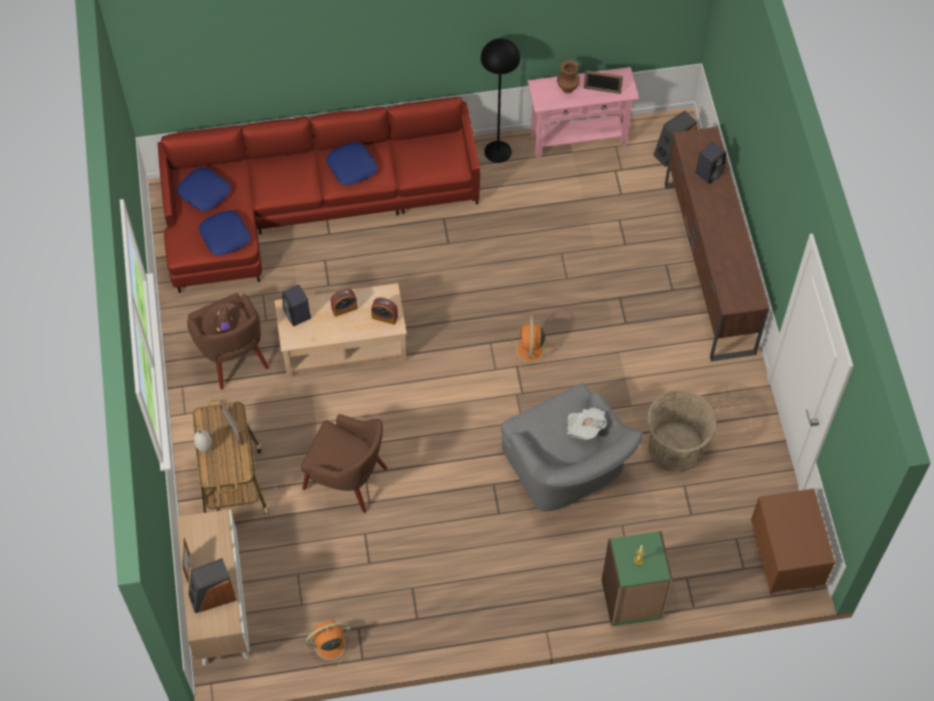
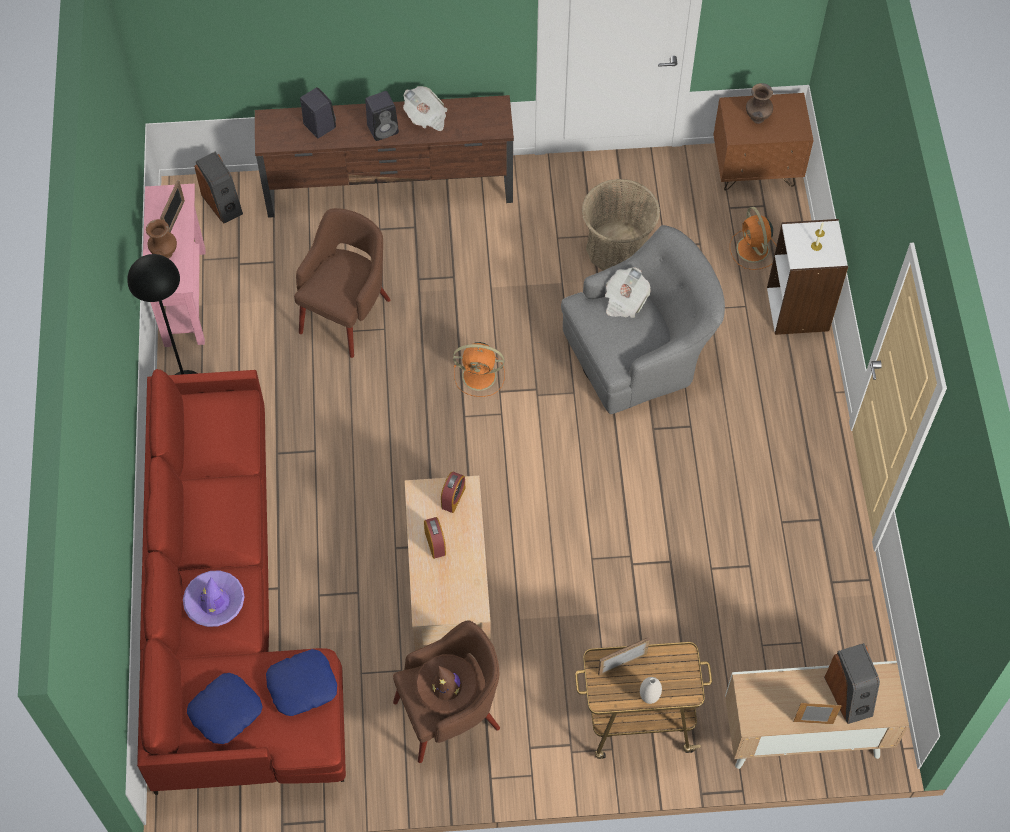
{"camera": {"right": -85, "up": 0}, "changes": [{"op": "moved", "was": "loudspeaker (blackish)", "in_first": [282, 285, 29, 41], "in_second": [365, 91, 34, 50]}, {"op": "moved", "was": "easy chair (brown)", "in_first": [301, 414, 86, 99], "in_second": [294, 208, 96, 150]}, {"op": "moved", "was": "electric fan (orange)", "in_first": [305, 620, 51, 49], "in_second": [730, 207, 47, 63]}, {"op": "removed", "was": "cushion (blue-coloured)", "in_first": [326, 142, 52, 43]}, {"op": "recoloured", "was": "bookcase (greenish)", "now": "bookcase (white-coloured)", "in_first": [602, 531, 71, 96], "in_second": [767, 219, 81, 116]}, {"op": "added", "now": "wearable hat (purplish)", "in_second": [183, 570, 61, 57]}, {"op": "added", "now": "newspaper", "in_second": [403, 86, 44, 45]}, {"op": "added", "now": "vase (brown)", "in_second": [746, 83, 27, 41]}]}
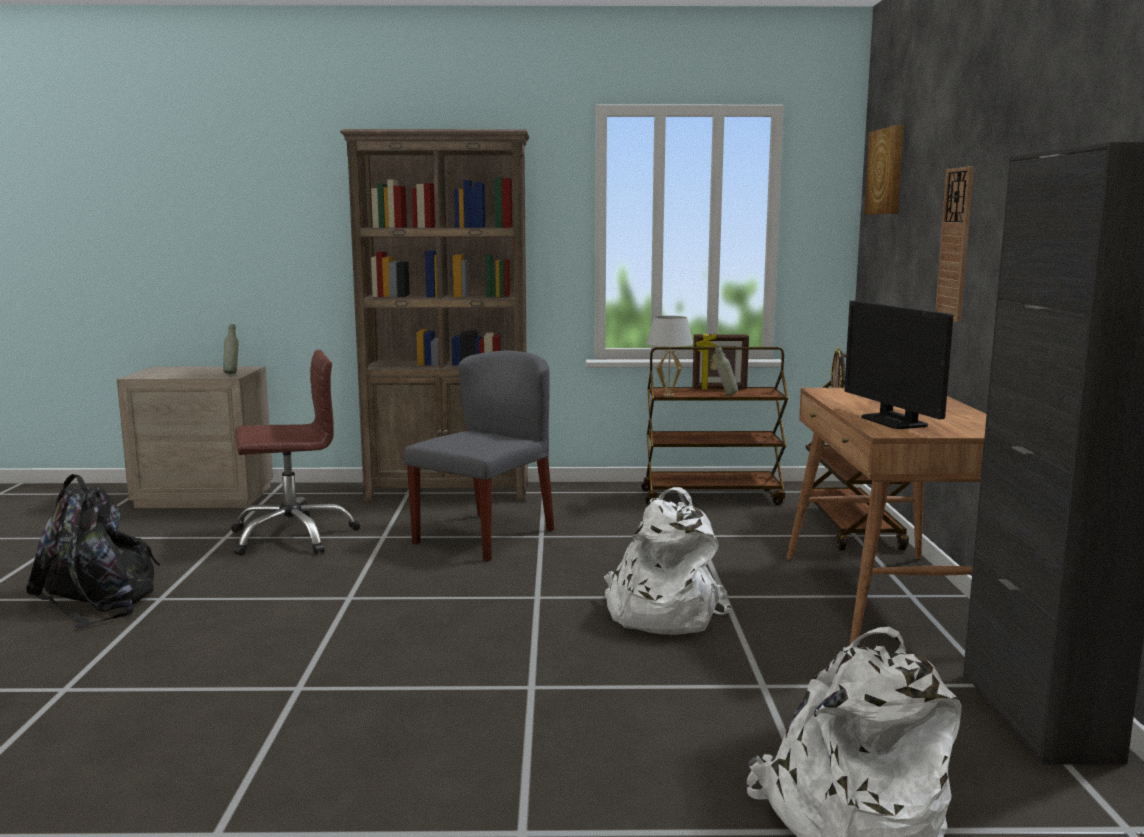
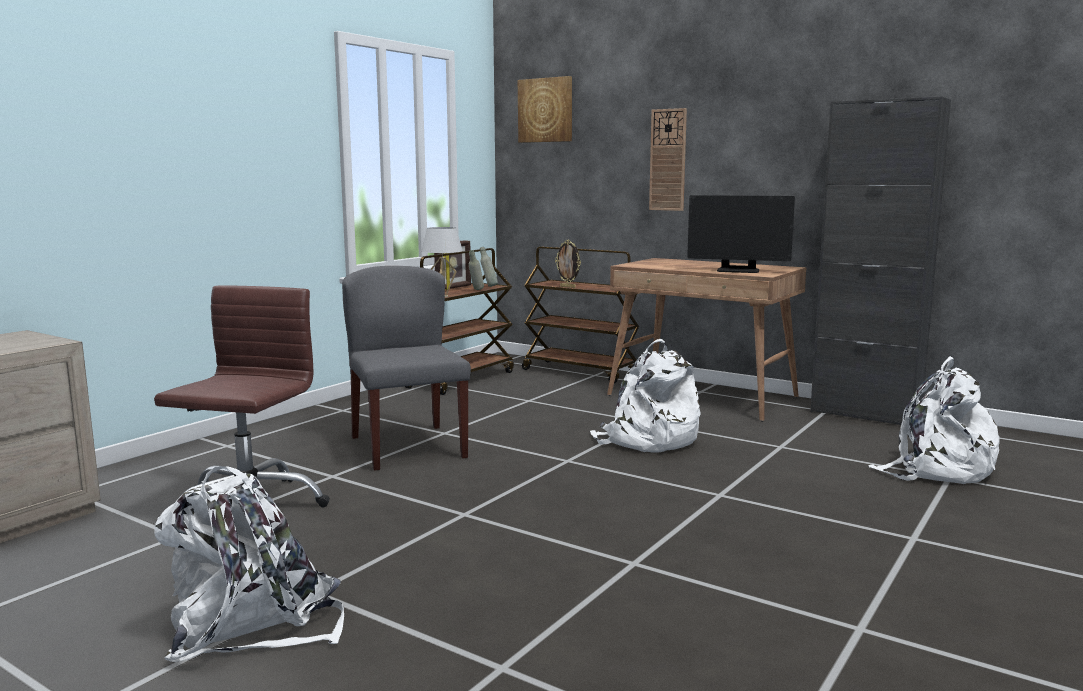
{"camera": {"right": -55, "up": 0}, "changes": [{"op": "recoloured", "was": "rucksack (blackish)", "now": "rucksack (white-coloured)", "in_first": [26, 474, 134, 154], "in_second": [154, 467, 190, 196]}, {"op": "moved", "was": "beverage bottle (greyish)", "in_first": [223, 324, 16, 50], "in_second": [480, 247, 18, 40]}, {"op": "removed", "was": "bookcase (brown)", "in_first": [340, 129, 190, 373]}]}
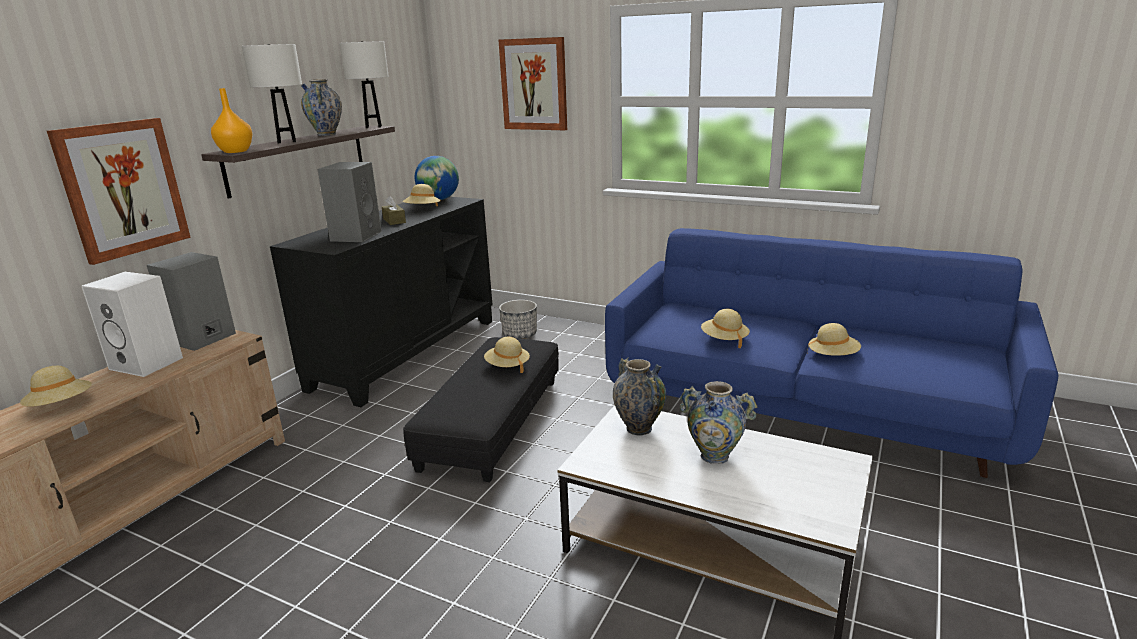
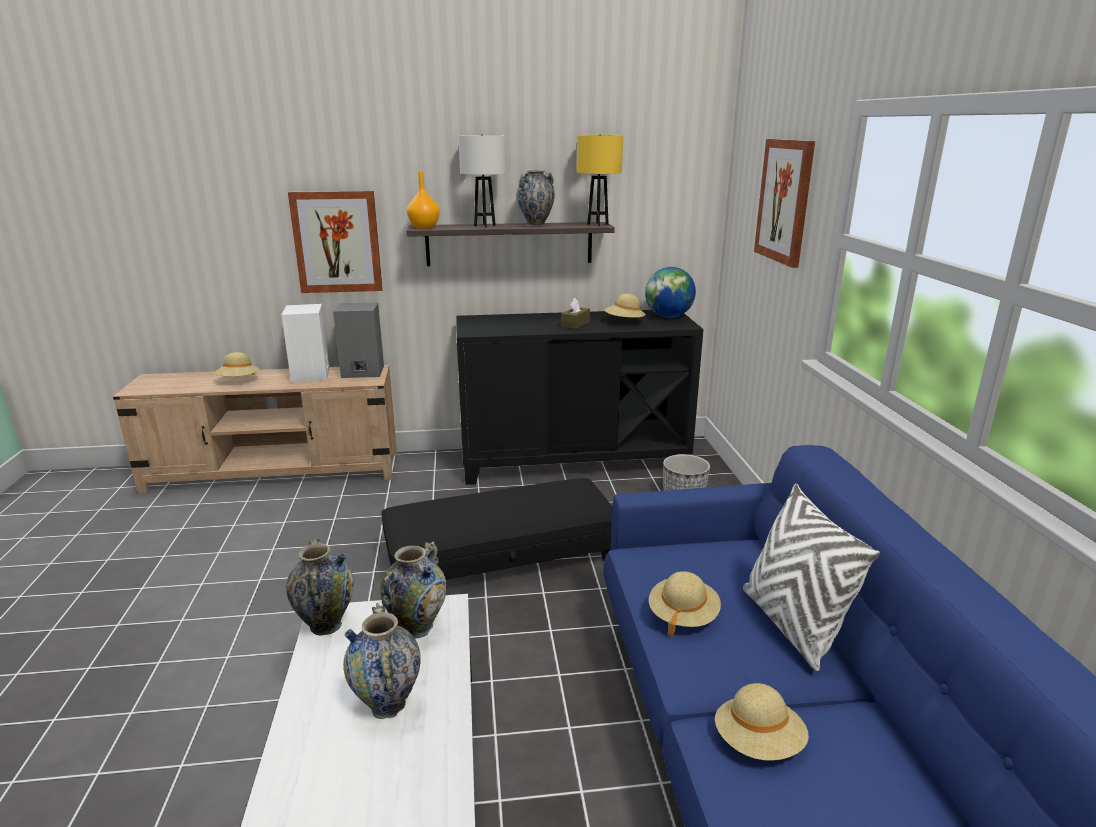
{"camera": {"right": 55, "up": 0}, "changes": [{"op": "removed", "was": "loudspeaker (greyish)", "in_first": [317, 162, 65, 80]}, {"op": "recoloured", "was": "tabletop lamp (white-coloured)", "now": "tabletop lamp (yellowish)", "in_first": [339, 41, 50, 87], "in_second": [577, 134, 46, 92]}, {"op": "removed", "was": "wearable hat (beige)", "in_first": [484, 337, 46, 36]}, {"op": "added", "now": "vase", "in_second": [286, 538, 68, 98]}, {"op": "added", "now": "cushion (white-coloured)", "in_second": [743, 483, 137, 188]}]}
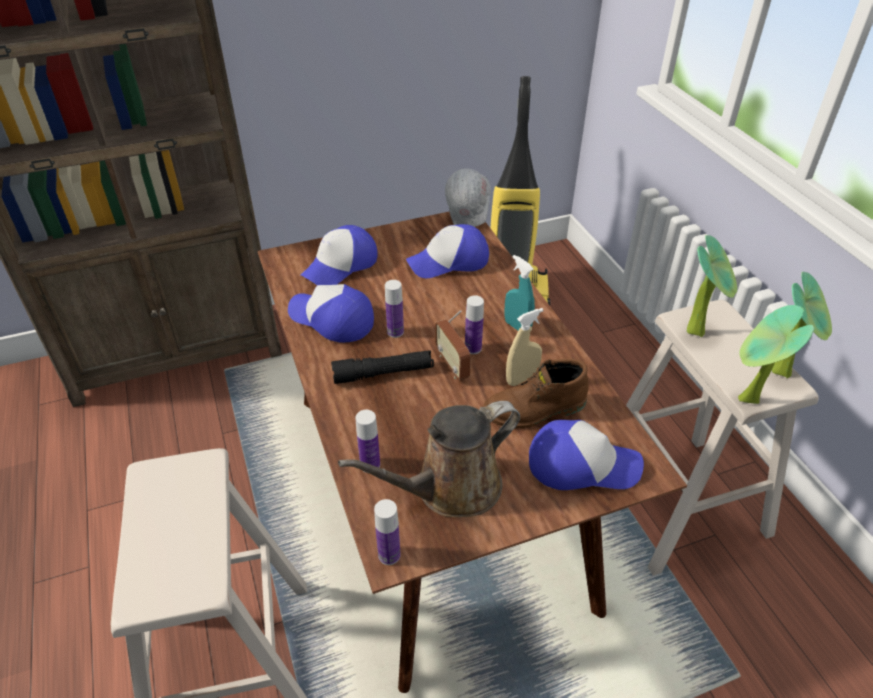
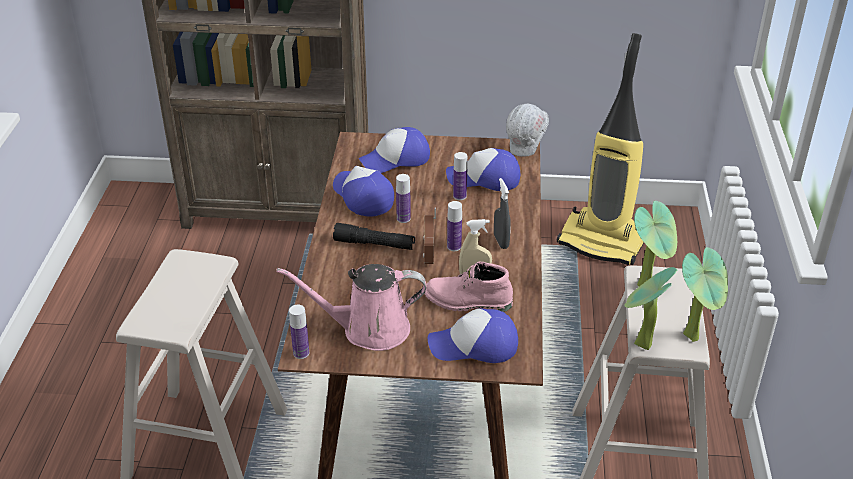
{"camera": {"right": 25, "up": -5}, "changes": [{"op": "recoloured", "was": "sprinkling can (brown)", "now": "sprinkling can (pinkish)", "in_first": [338, 401, 182, 116], "in_second": [276, 264, 150, 87]}, {"op": "moved", "was": "beverage bottle", "in_first": [355, 410, 25, 63], "in_second": [453, 152, 14, 48]}, {"op": "recoloured", "was": "tall boot (brown)", "now": "tall boot (pinkish)", "in_first": [483, 359, 106, 70], "in_second": [424, 262, 89, 50]}, {"op": "recoloured", "was": "hand sprayer (turquoise)", "now": "hand sprayer (greyish)", "in_first": [504, 255, 31, 75], "in_second": [494, 178, 17, 71]}, {"op": "turned", "was": "baseball cap", "in_first": [529, 420, 115, 70], "in_second": [428, 308, 90, 55], "clockwise": 150}]}
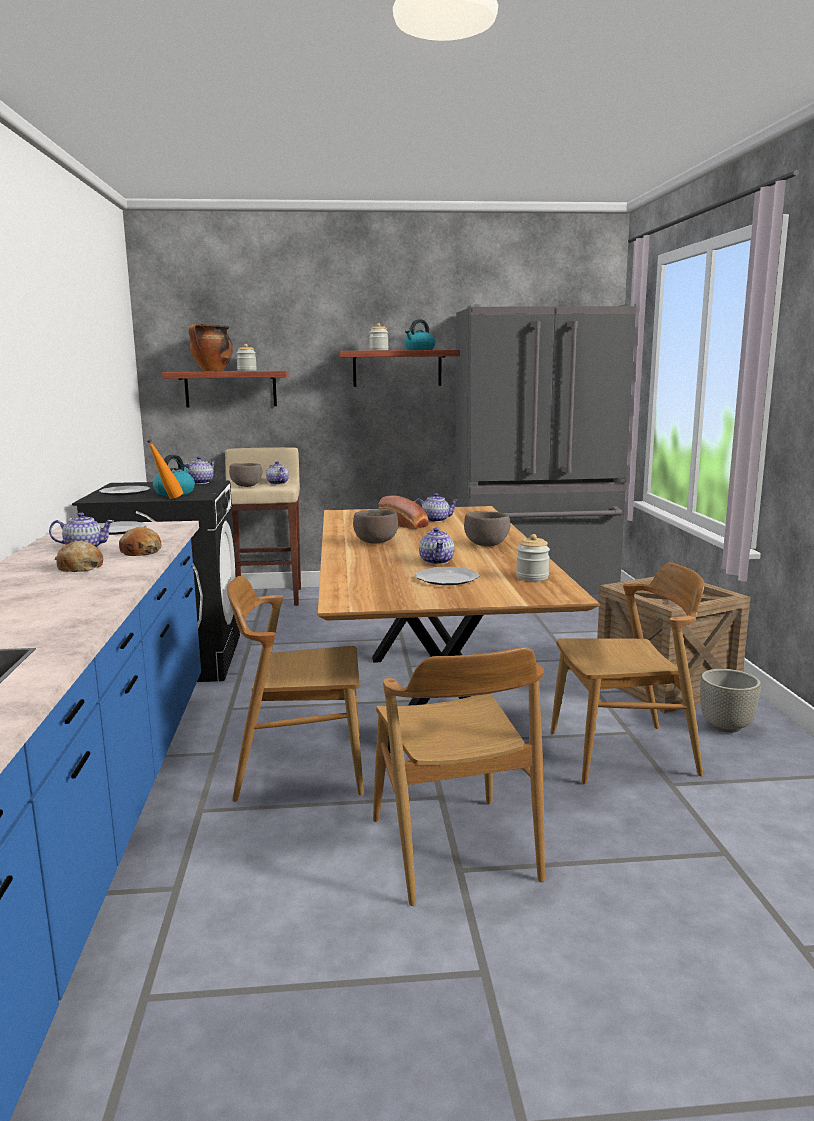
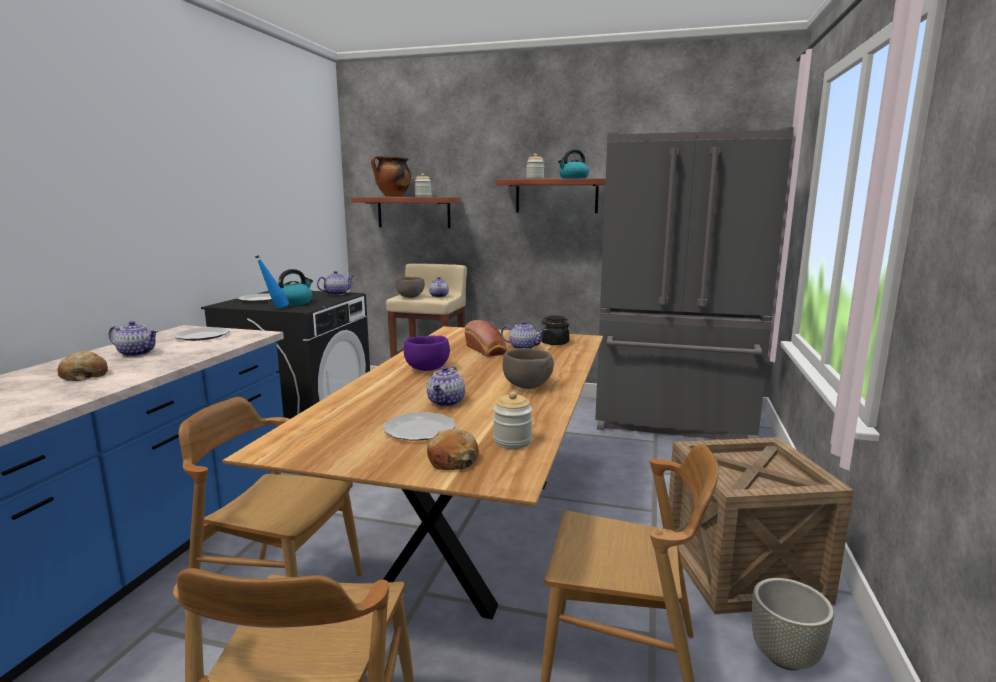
{"camera": {"right": 20, "up": 0}, "changes": [{"op": "moved", "was": "bread", "in_first": [119, 527, 43, 29], "in_second": [427, 429, 52, 41]}, {"op": "recoloured", "was": "beverage bottle (orange)", "now": "beverage bottle (blue-coloured)", "in_first": [147, 439, 37, 60], "in_second": [255, 255, 35, 54]}, {"op": "recoloured", "was": "deep dish (brown)", "now": "deep dish (purplish)", "in_first": [353, 509, 45, 35], "in_second": [404, 335, 46, 36]}, {"op": "added", "now": "preserve jar (blackish)", "in_second": [541, 315, 29, 30]}]}
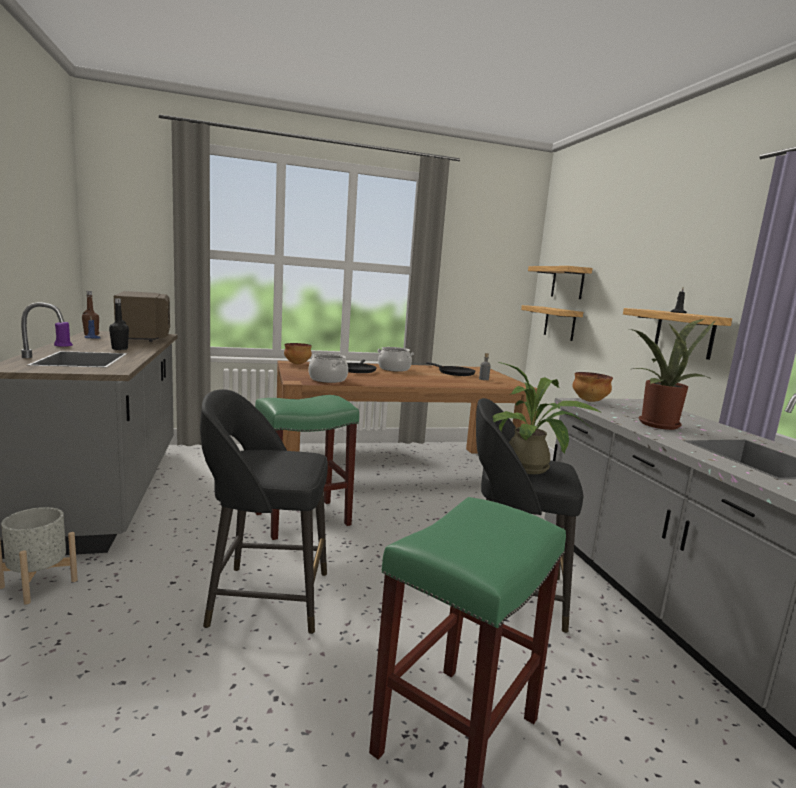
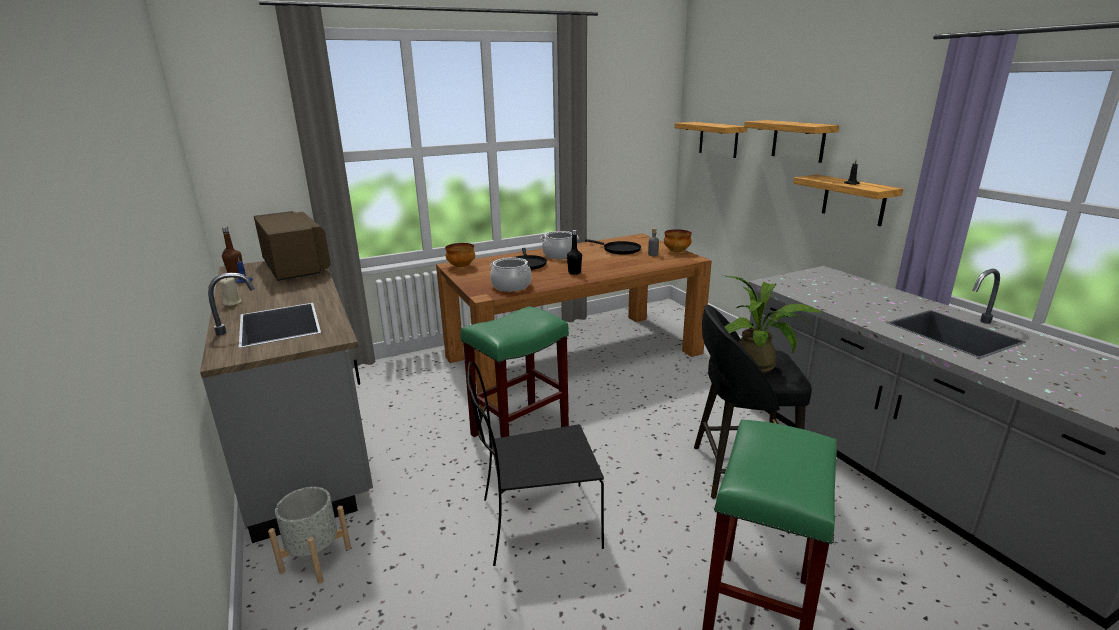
{"camera": {"right": -10, "up": 10}, "changes": [{"op": "recoloured", "was": "candle (purplish)", "now": "candle (beige)", "in_first": [54, 322, 19, 25], "in_second": [219, 277, 23, 29]}, {"op": "moved", "was": "beverage bottle (blackish)", "in_first": [109, 298, 20, 52], "in_second": [567, 230, 15, 45]}, {"op": "replaced", "was": "stool seat (blackish)", "now": "plain chair (blackish)", "in_first": [200, 389, 128, 245], "in_second": [467, 362, 137, 204]}, {"op": "moved", "was": "bracket shelf", "in_first": [521, 305, 62, 36], "in_second": [744, 120, 95, 43]}, {"op": "moved", "was": "deep dish", "in_first": [572, 372, 41, 30], "in_second": [664, 229, 28, 23]}, {"op": "removed", "was": "potted plant", "in_first": [629, 319, 87, 111]}]}
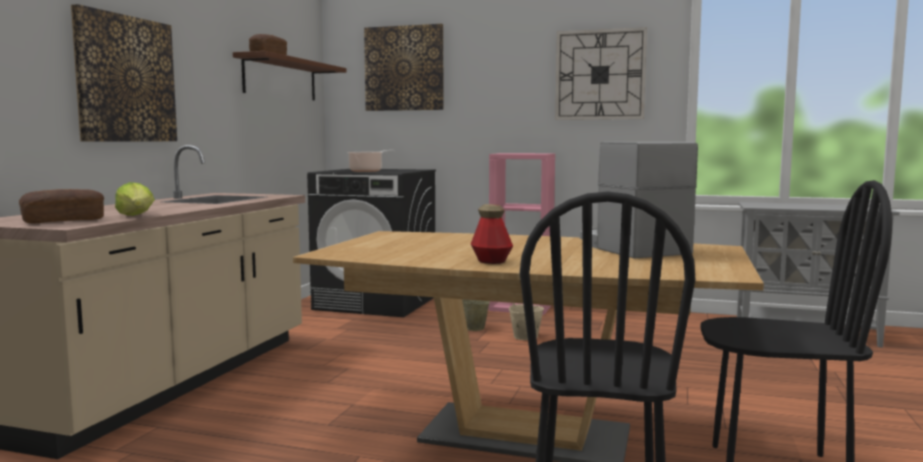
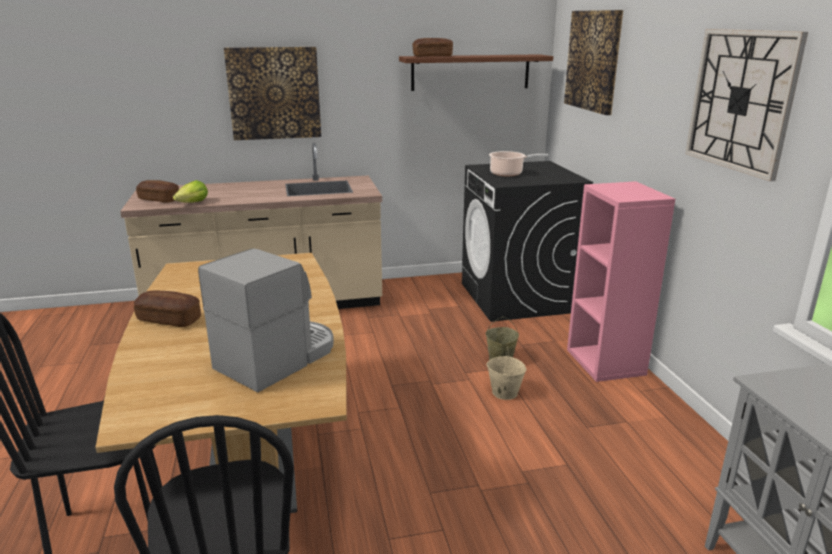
{"camera": {"right": 60, "up": 15}, "changes": [{"op": "replaced", "was": "beverage bottle", "now": "bread", "in_first": [471, 204, 42, 60], "in_second": [134, 290, 67, 37]}]}
